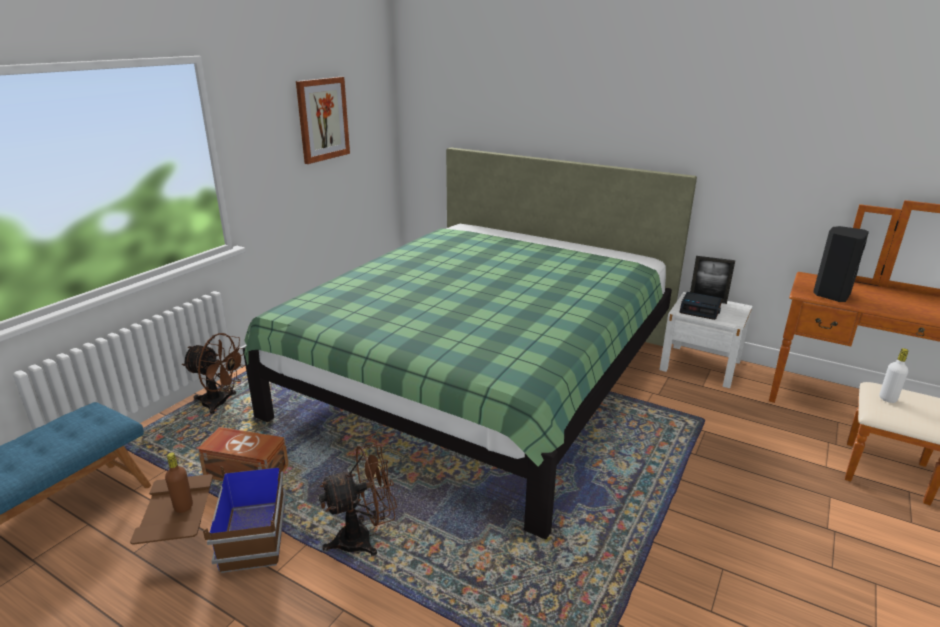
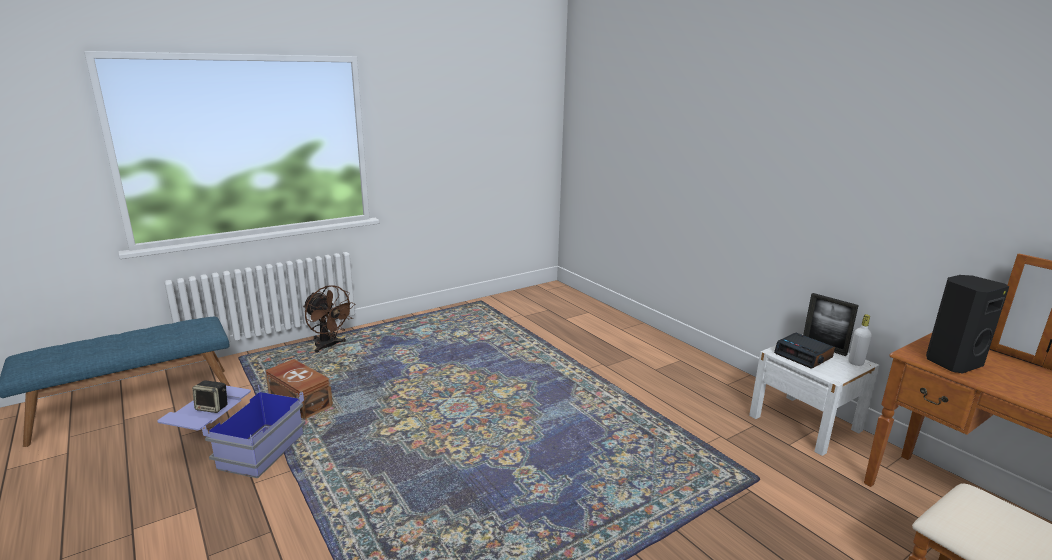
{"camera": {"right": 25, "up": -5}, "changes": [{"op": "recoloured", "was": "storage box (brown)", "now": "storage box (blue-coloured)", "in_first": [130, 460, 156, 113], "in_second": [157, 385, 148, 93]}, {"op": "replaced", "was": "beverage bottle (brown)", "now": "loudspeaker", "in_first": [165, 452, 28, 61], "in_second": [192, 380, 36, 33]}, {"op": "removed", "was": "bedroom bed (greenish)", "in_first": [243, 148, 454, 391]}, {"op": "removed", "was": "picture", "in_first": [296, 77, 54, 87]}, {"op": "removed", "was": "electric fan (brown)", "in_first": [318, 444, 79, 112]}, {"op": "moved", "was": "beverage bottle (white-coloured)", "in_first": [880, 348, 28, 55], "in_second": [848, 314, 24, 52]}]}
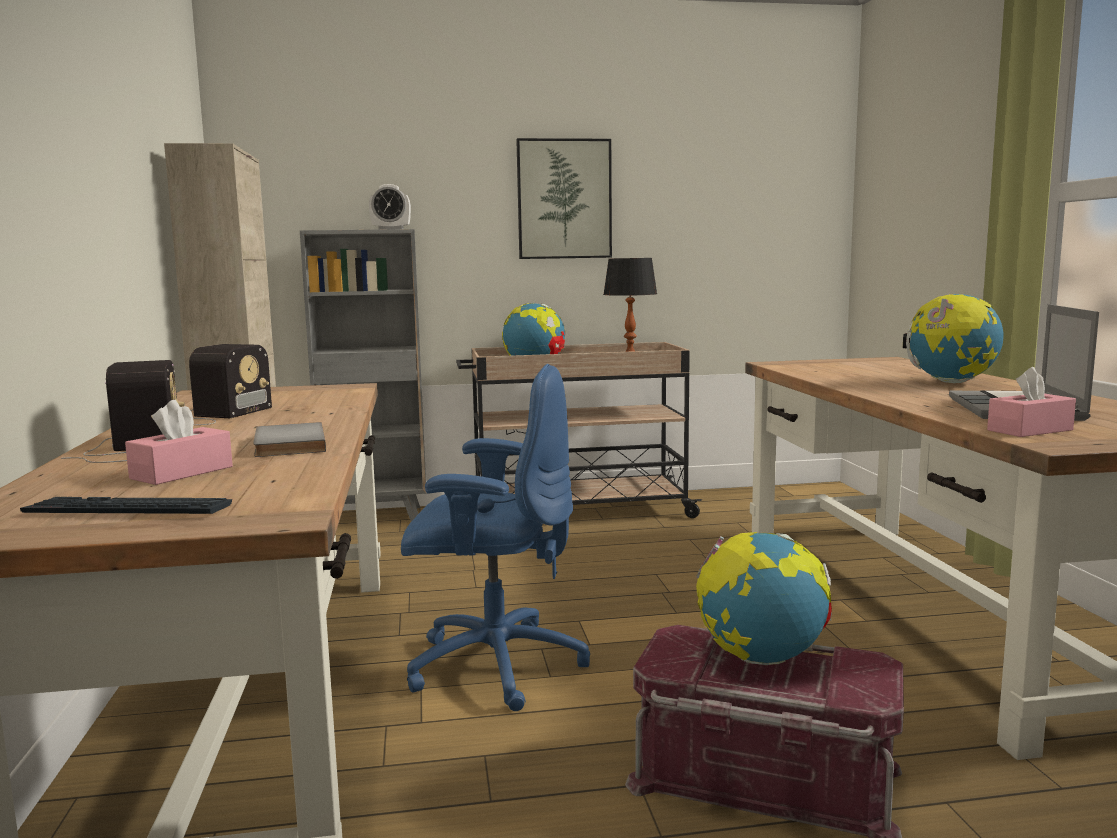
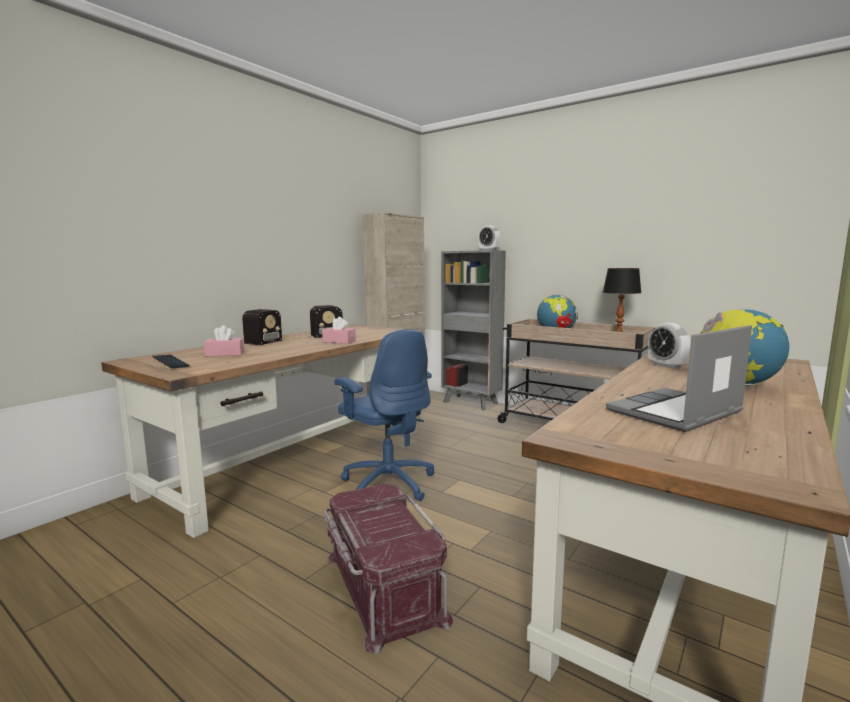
{"camera": {"right": 45, "up": 0}, "changes": [{"op": "removed", "was": "bound book (greyish)", "in_first": [253, 422, 73, 35]}, {"op": "removed", "was": "picture", "in_first": [516, 138, 96, 121]}, {"op": "removed", "was": "globe", "in_first": [696, 532, 136, 133]}, {"op": "moved", "was": "box of tissues (pinkish)", "in_first": [987, 367, 89, 70], "in_second": [322, 317, 34, 27]}, {"op": "added", "now": "table clock", "in_second": [648, 323, 42, 46]}]}
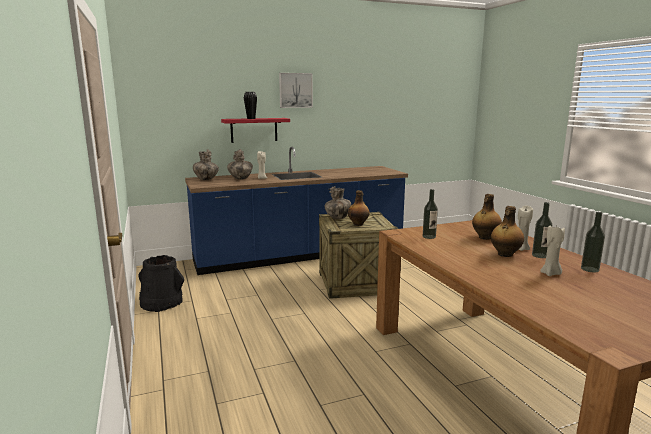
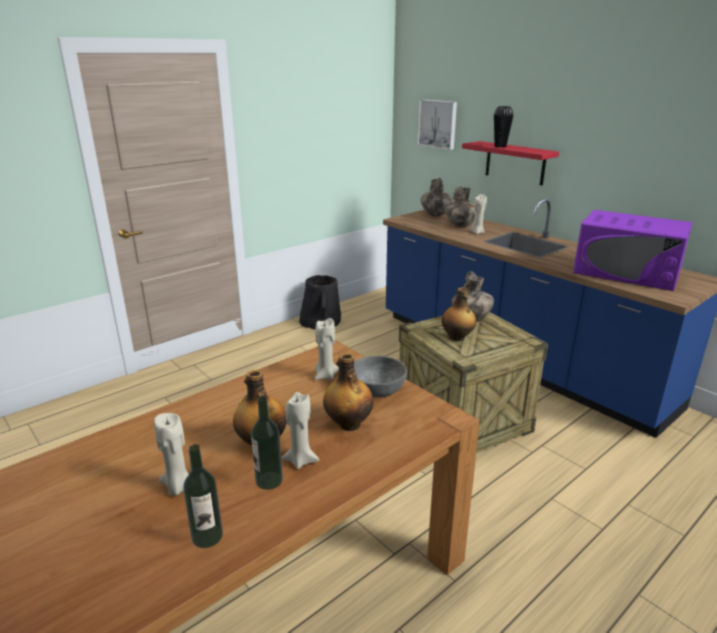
{"camera": {"right": 70, "up": 10}, "changes": [{"op": "moved", "was": "picture", "in_first": [279, 73, 34, 35], "in_second": [418, 99, 39, 51]}, {"op": "replaced", "was": "beverage bottle", "now": "candle (beige)", "in_first": [423, 189, 15, 50], "in_second": [314, 318, 25, 62]}, {"op": "added", "now": "deep dish (greyish)", "in_second": [354, 356, 53, 41]}, {"op": "added", "now": "microwave (purplish)", "in_second": [573, 210, 120, 81]}]}
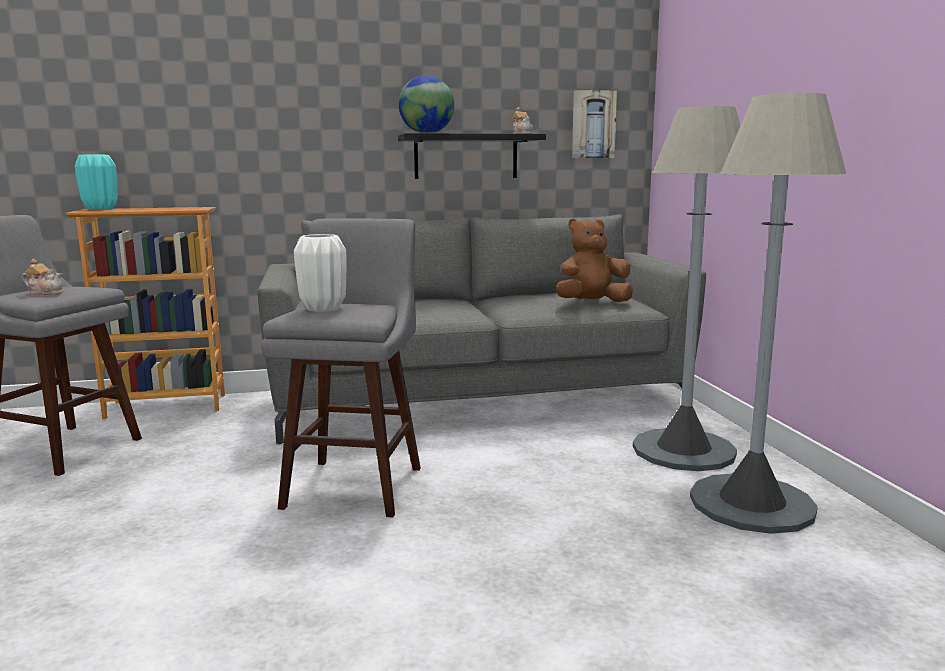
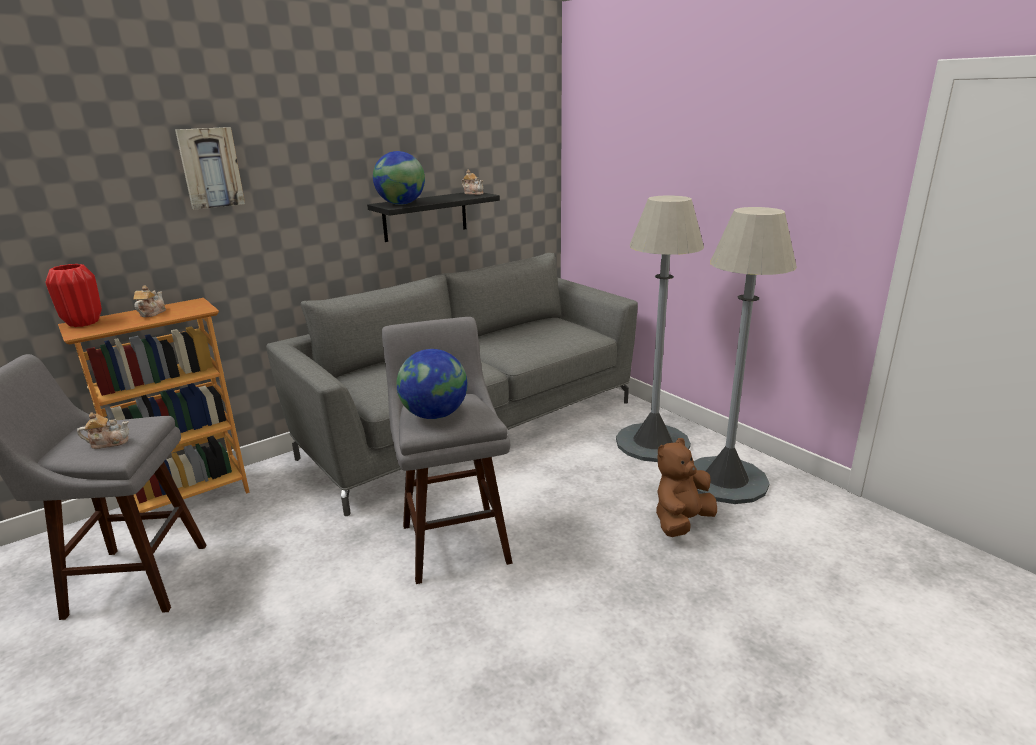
{"camera": {"right": -25, "up": 10}, "changes": [{"op": "recoloured", "was": "vase (turquoise)", "now": "vase (red)", "in_first": [75, 155, 43, 55], "in_second": [45, 264, 57, 63]}, {"op": "replaced", "was": "vase (white-coloured)", "now": "globe", "in_first": [294, 234, 53, 78], "in_second": [396, 349, 72, 70]}, {"op": "moved", "was": "plush toy (brown)", "in_first": [556, 218, 77, 84], "in_second": [656, 438, 61, 99]}, {"op": "moved", "was": "picture", "in_first": [572, 90, 45, 68], "in_second": [175, 127, 70, 83]}, {"op": "added", "now": "teapot", "in_second": [133, 285, 33, 32]}]}
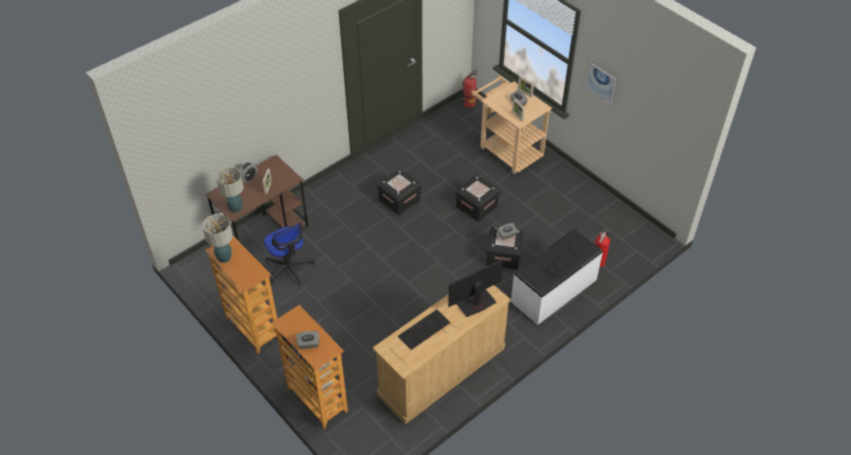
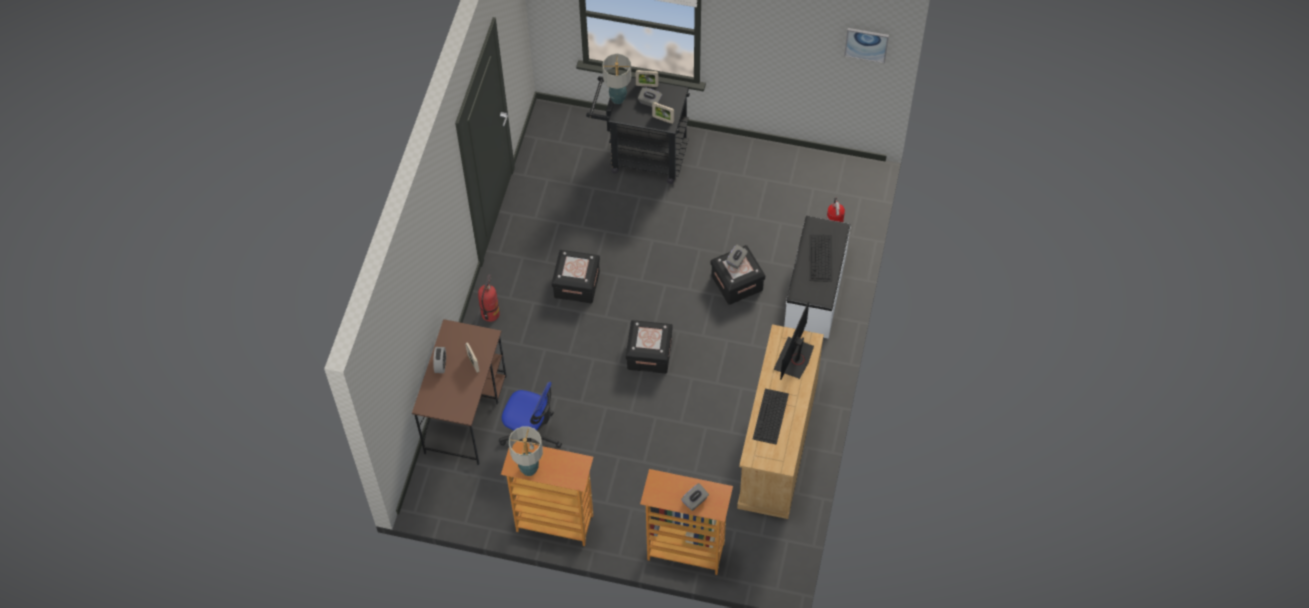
{"camera": {"right": -35, "up": 10}, "changes": [{"op": "moved", "was": "tabletop lamp", "in_first": [216, 167, 28, 46], "in_second": [602, 54, 30, 50]}, {"op": "moved", "was": "storage box (blackish)", "in_first": [456, 175, 44, 47], "in_second": [626, 320, 47, 54]}, {"op": "moved", "was": "fire-fighting cylinder", "in_first": [462, 70, 16, 38], "in_second": [478, 274, 22, 48]}, {"op": "recoloured", "was": "wheeled cart (beige)", "now": "wheeled cart (blackish)", "in_first": [471, 75, 81, 101], "in_second": [586, 76, 104, 108]}, {"op": "moved", "was": "picture", "in_first": [586, 63, 30, 42], "in_second": [844, 28, 45, 35]}]}
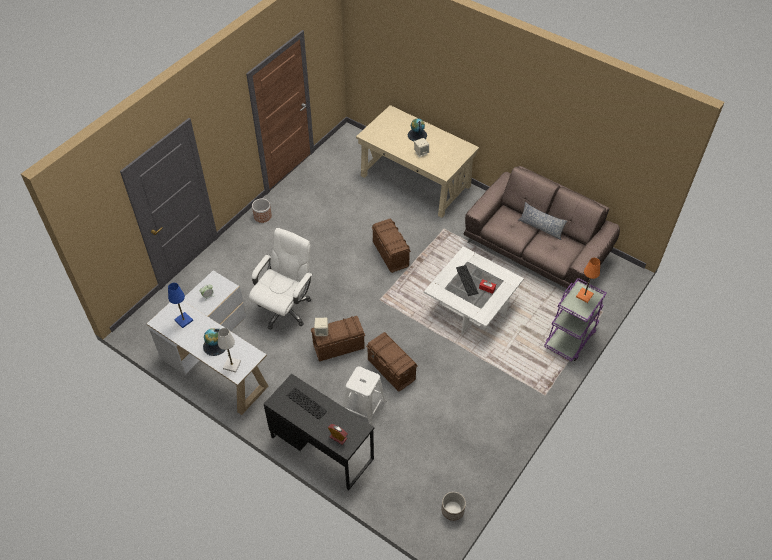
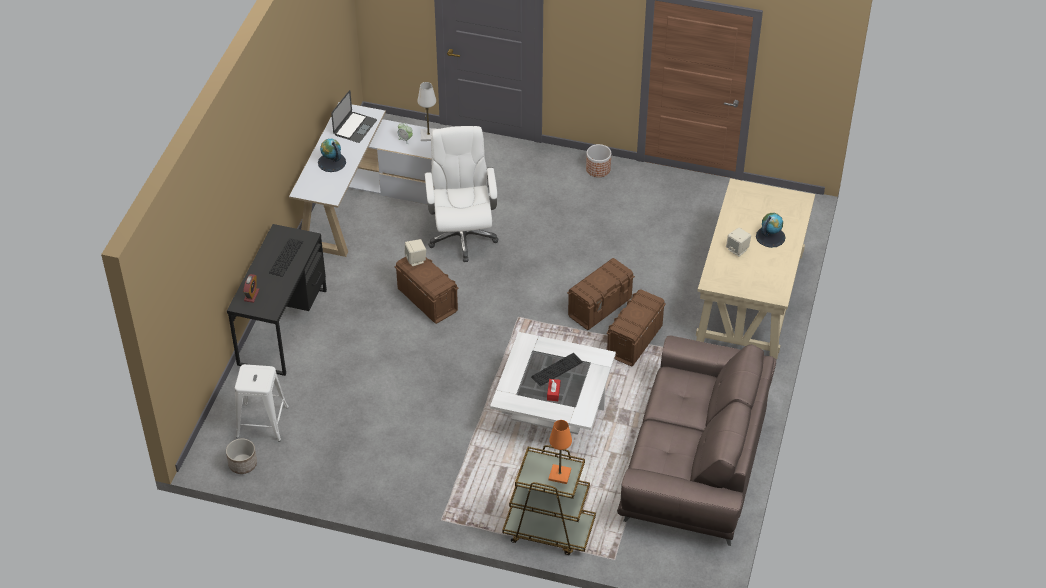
{"camera": {"right": 70, "up": -5}, "changes": [{"op": "replaced", "was": "tabletop lamp (blue-coloured)", "now": "laptop", "in_first": [168, 283, 25, 45], "in_second": [331, 90, 46, 53]}, {"op": "moved", "was": "tabletop lamp (white-coloured)", "in_first": [218, 328, 23, 44], "in_second": [418, 82, 18, 59]}, {"op": "turned", "was": "computer chair (white-coloured)", "in_first": [249, 228, 63, 102], "in_second": [425, 126, 73, 136], "clockwise": -105}, {"op": "moved", "was": "stool seat (white-coloured)", "in_first": [343, 366, 43, 59], "in_second": [235, 364, 54, 77]}, {"op": "moved", "was": "storage box (brown)", "in_first": [366, 332, 51, 60], "in_second": [606, 289, 60, 78]}, {"op": "removed", "was": "cushion", "in_first": [518, 202, 49, 38]}, {"op": "recoloured", "was": "wheeled cart (purplish)", "now": "wheeled cart (brown)", "in_first": [544, 278, 62, 84], "in_second": [502, 445, 94, 110]}]}
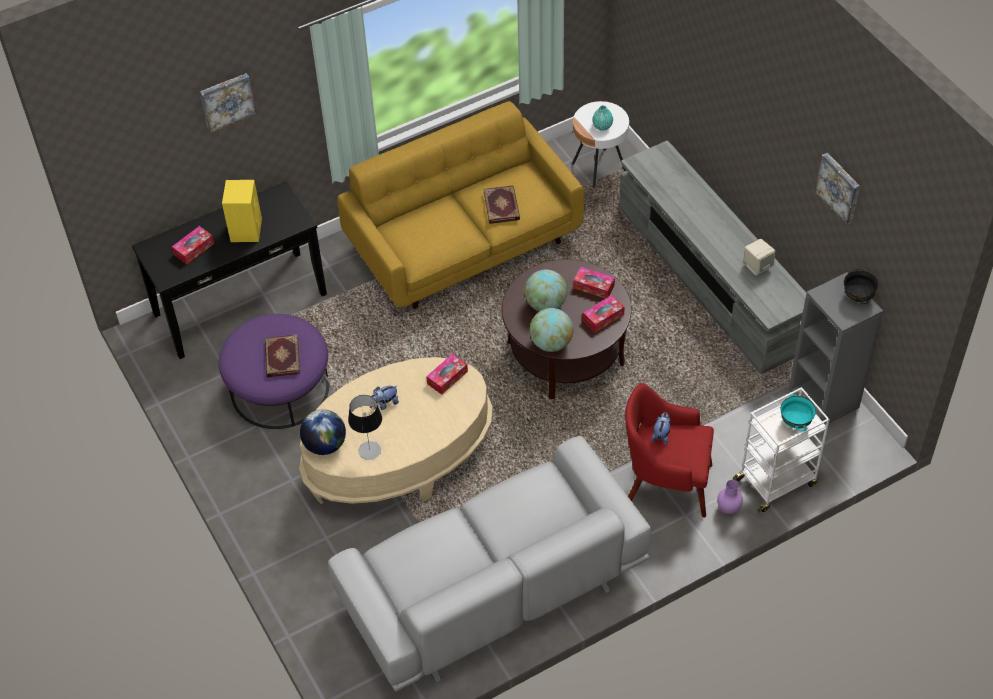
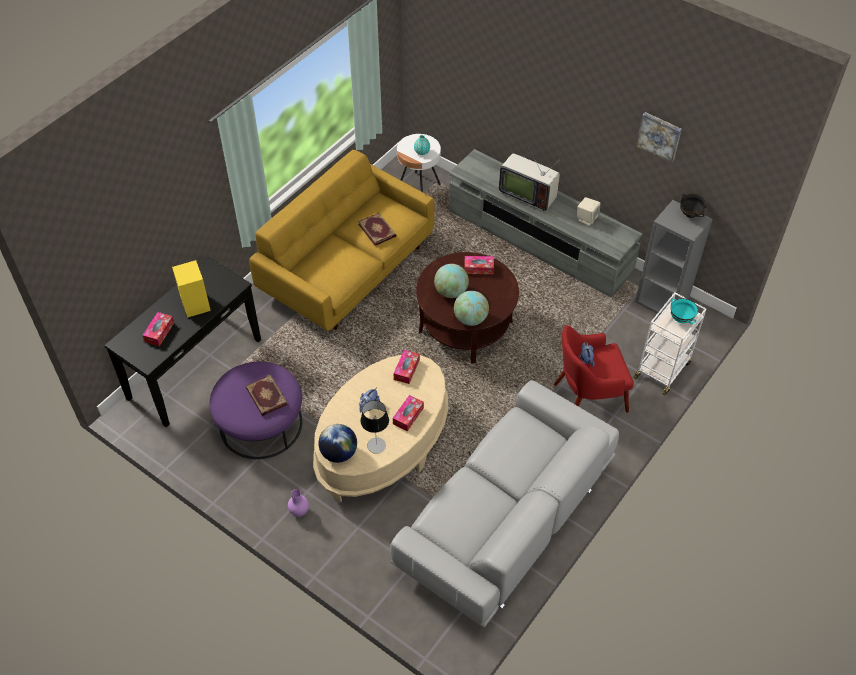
{"camera": {"right": -25, "up": 0}, "changes": [{"op": "removed", "was": "picture", "in_first": [200, 73, 56, 59]}, {"op": "moved", "was": "box of tissues", "in_first": [583, 295, 42, 38], "in_second": [393, 395, 31, 36]}, {"op": "moved", "was": "vase (purplish)", "in_first": [717, 480, 26, 34], "in_second": [288, 489, 21, 28]}, {"op": "added", "now": "TV set", "in_second": [499, 147, 61, 64]}]}
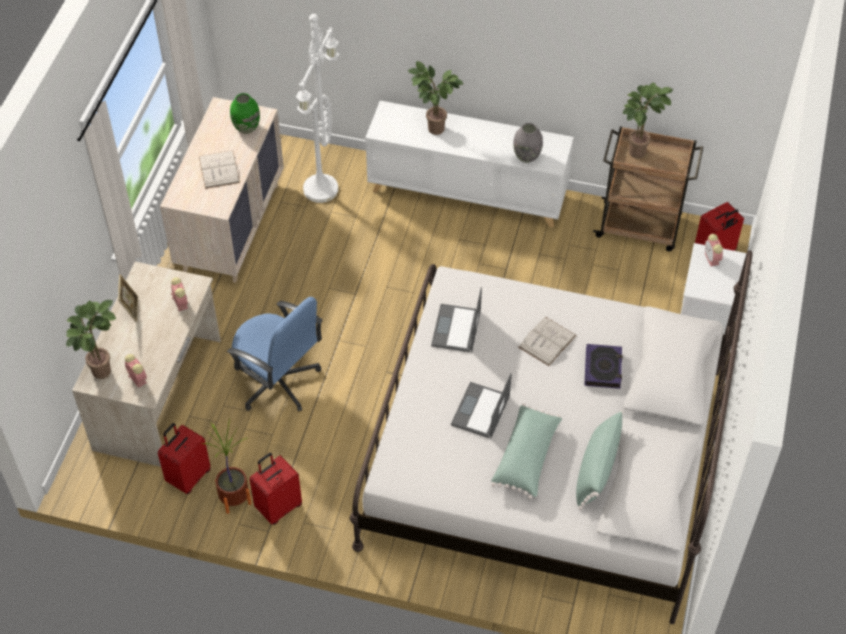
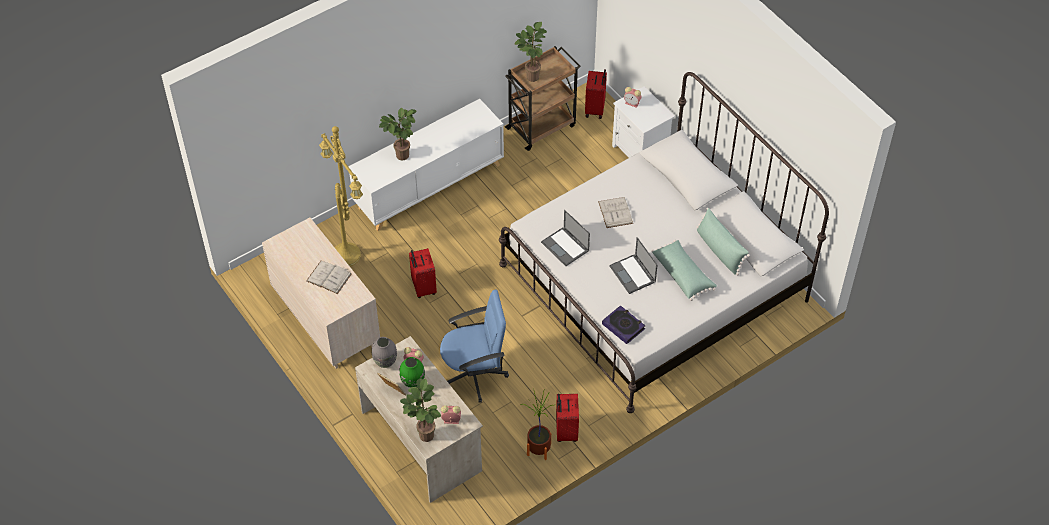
{"camera": {"right": -50, "up": 0}, "changes": [{"op": "moved", "was": "travel case (red)", "in_first": [158, 423, 53, 71], "in_second": [409, 249, 28, 49]}, {"op": "moved", "was": "vase (greenish)", "in_first": [230, 93, 30, 41], "in_second": [399, 357, 26, 31]}, {"op": "recoloured", "was": "floor lamp (white-coloured)", "now": "floor lamp (yellowish)", "in_first": [296, 14, 43, 189], "in_second": [319, 126, 44, 140]}, {"op": "moved", "was": "vase (greyish)", "in_first": [513, 123, 30, 40], "in_second": [372, 337, 25, 31]}, {"op": "moved", "was": "bound book", "in_first": [584, 344, 39, 45], "in_second": [602, 305, 43, 39]}]}
